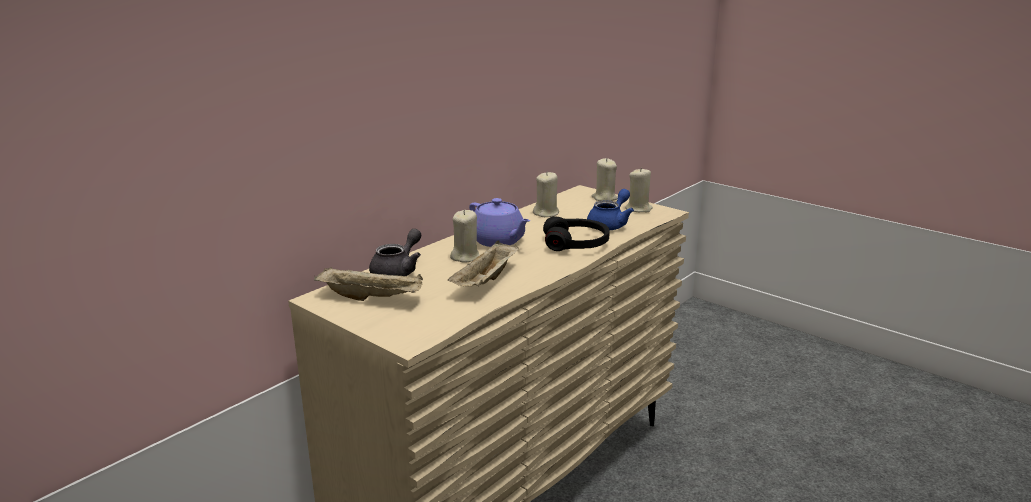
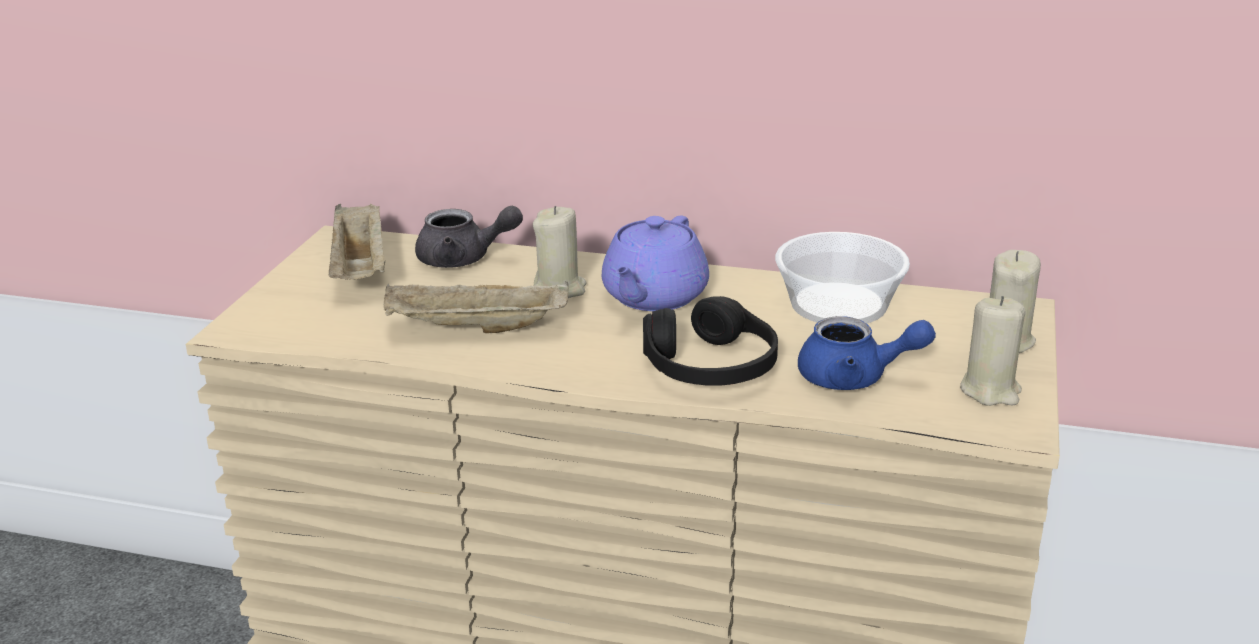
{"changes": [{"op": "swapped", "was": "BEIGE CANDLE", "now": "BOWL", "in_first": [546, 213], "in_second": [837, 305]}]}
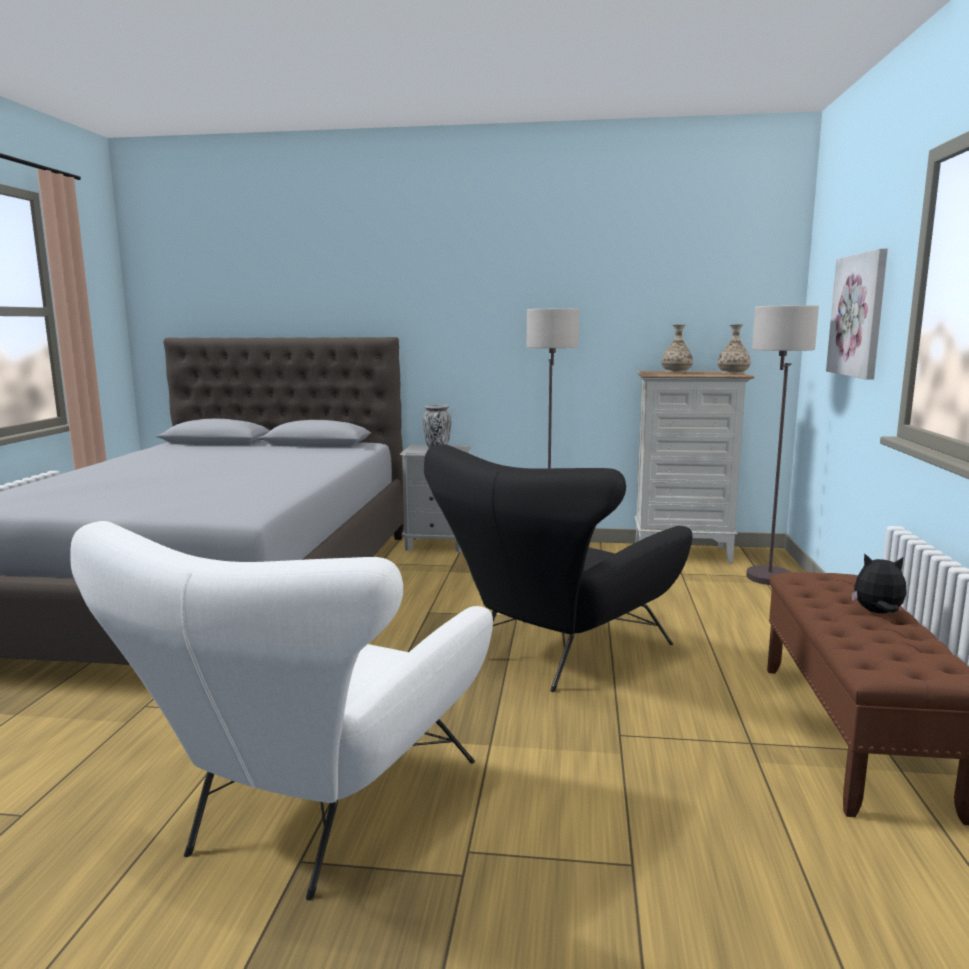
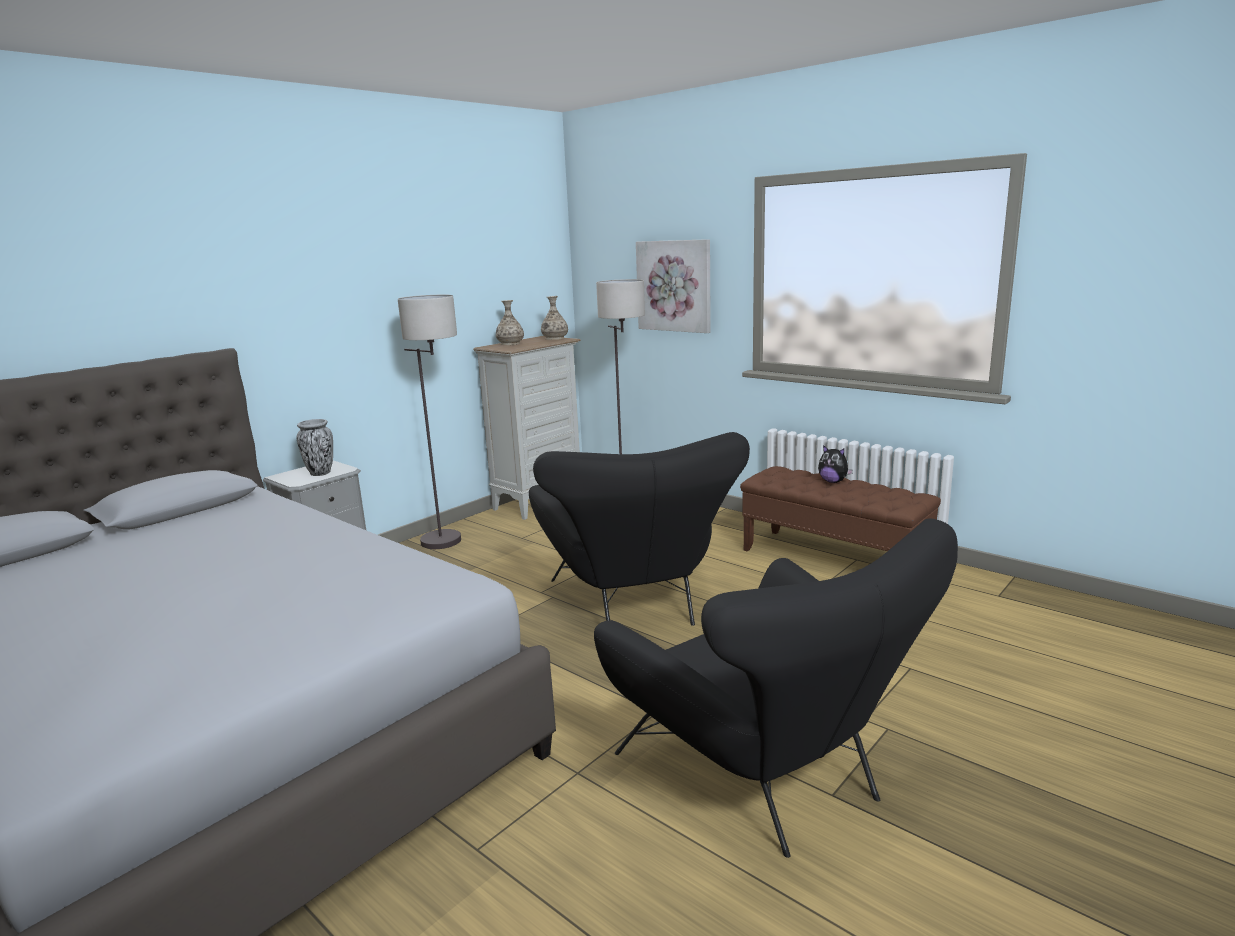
{"changes": [{"op": "repainted", "was": "WHITE ARMCHAIR", "now": "BLACK ARMCHAIR", "in_first": [309, 810], "in_second": [768, 776]}, {"op": "rotated", "was": "PLUSH TOY", "in_first": [877, 613], "in_second": [833, 481], "clockwise": -105}]}
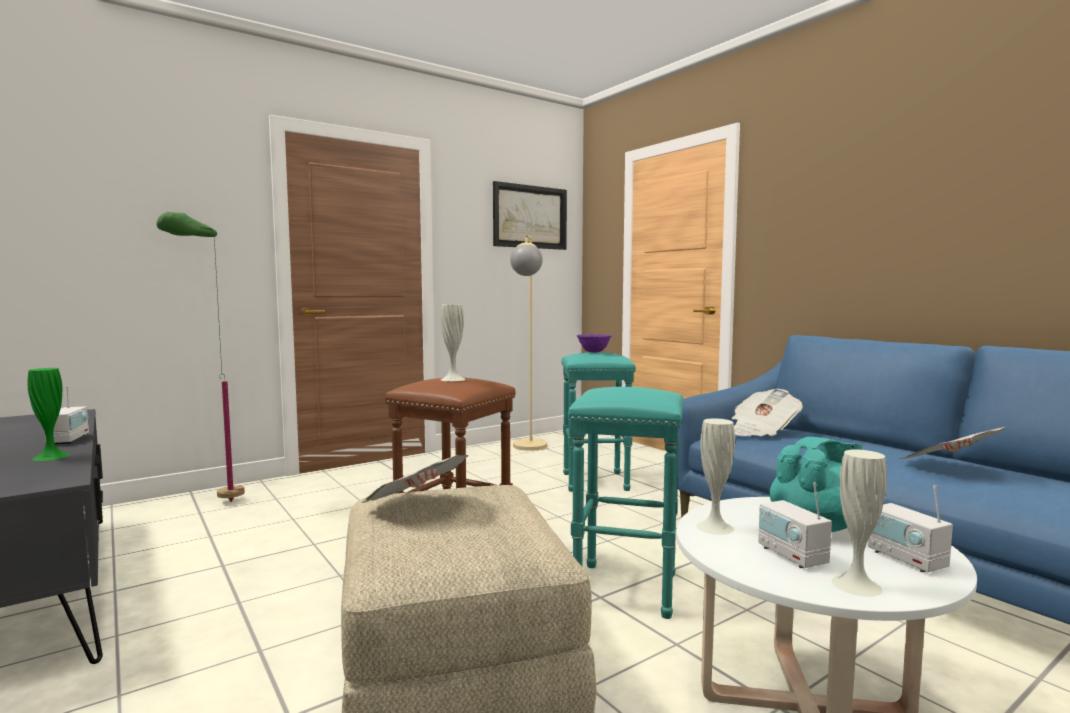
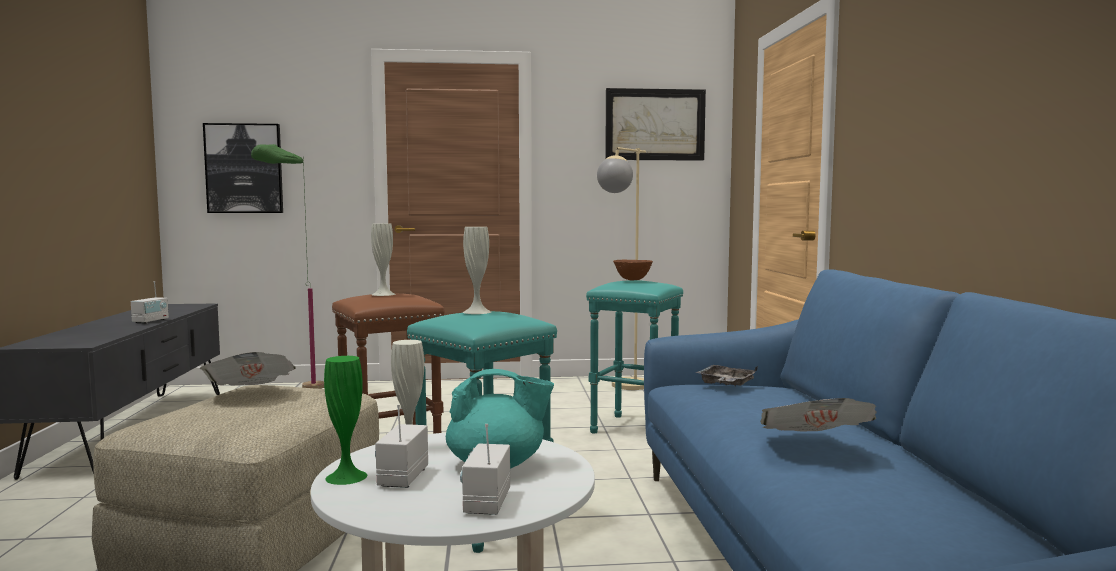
{"changes": [{"op": "repainted", "was": "PURPLE BOWL", "now": "BROWN BOWL", "in_first": [593, 352], "in_second": [632, 280]}, {"op": "shifted", "was": "GREEN VASE", "in_first": [51, 456], "in_second": [346, 477]}, {"op": "swapped", "was": "NEWSPAPER", "now": "GREY TRAY", "in_first": [762, 431], "in_second": [726, 384]}, {"op": "shifted", "was": "WHITE VASE", "in_first": [856, 585], "in_second": [477, 312]}, {"op": "new", "now": "PICTURE", "in_second": [244, 168]}]}
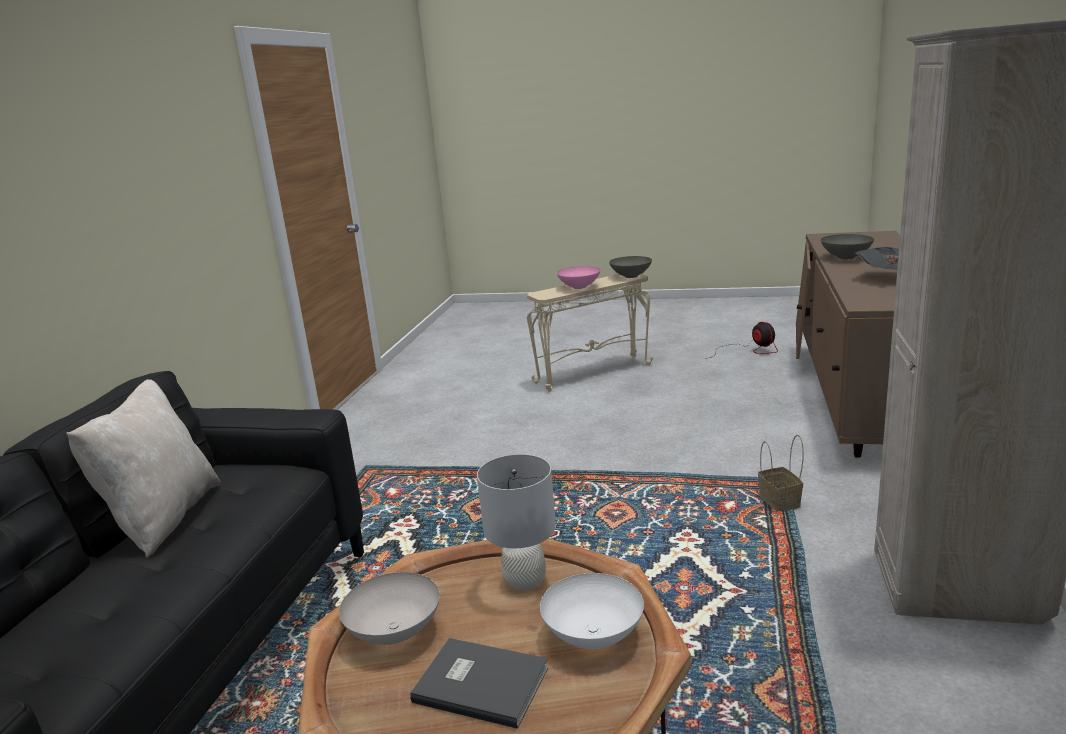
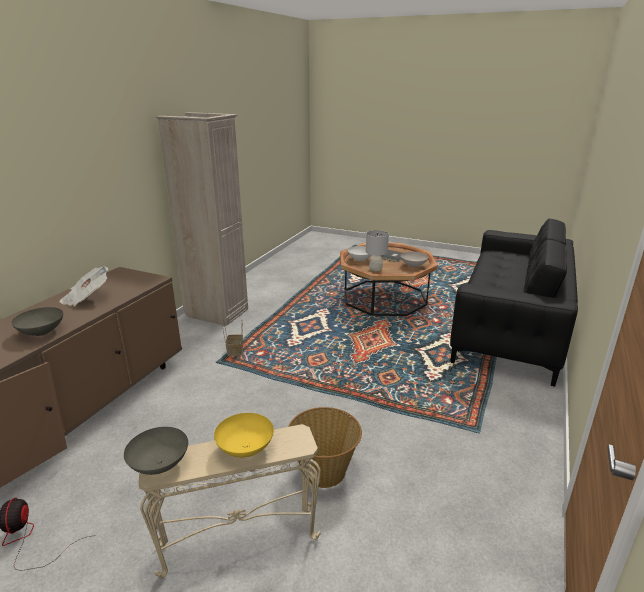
{"changes": [{"op": "repainted", "was": "PINK BOWL", "now": "YELLOW BOWL", "in_first": [578, 287], "in_second": [246, 449]}, {"op": "gone", "was": "BEIGE PILLOW", "in_first": [163, 519]}, {"op": "new", "now": "BASKET", "in_second": [324, 470]}]}
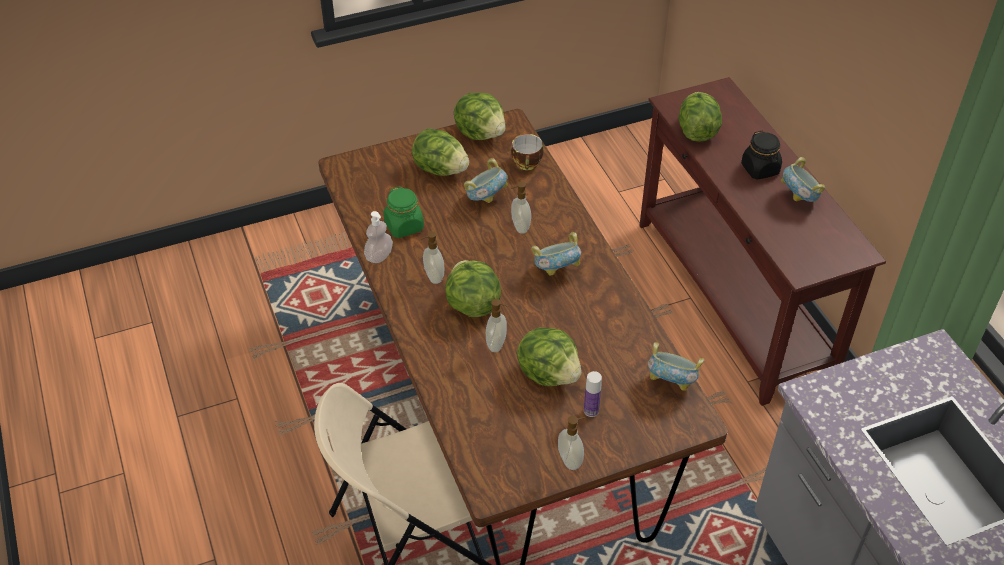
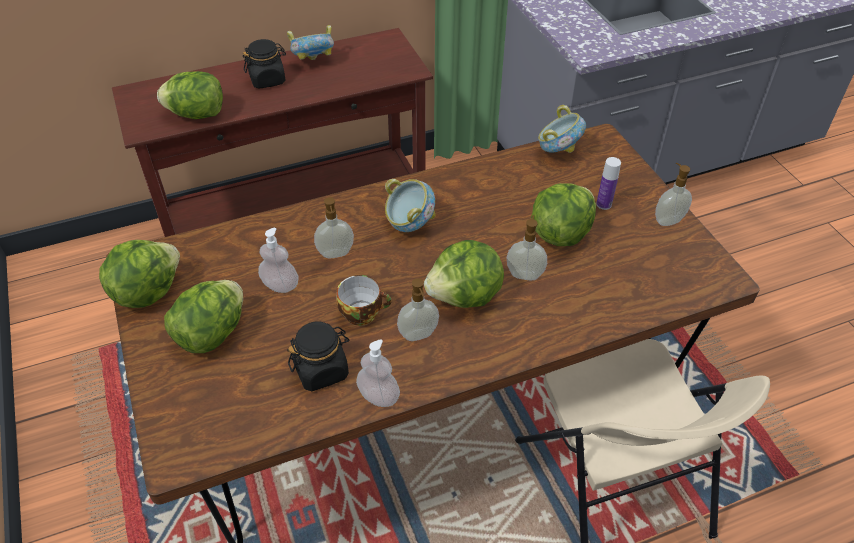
{"changes": [{"op": "shifted", "was": "CUP", "in_first": [527, 164], "in_second": [363, 313]}, {"op": "swapped", "was": "BOWL", "now": "SOAP DISPENSER", "in_first": [486, 199], "in_second": [280, 285]}, {"op": "repainted", "was": "GREEN JAR", "now": "BLACK JAR", "in_first": [404, 226], "in_second": [321, 370]}]}
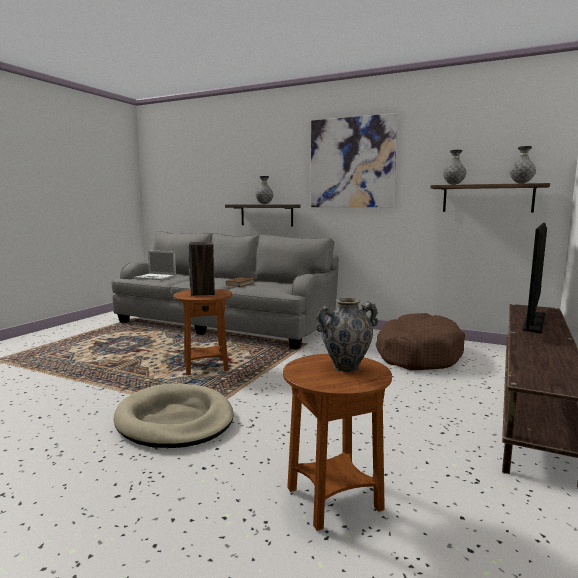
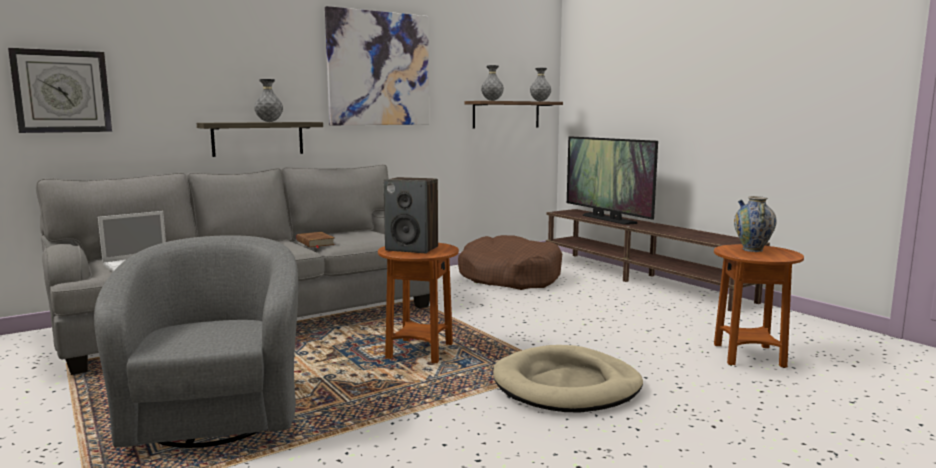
{"changes": [{"op": "new", "now": "WALL CLOCK", "in_second": [62, 91]}, {"op": "new", "now": "GREY ARMCHAIR", "in_second": [217, 414]}]}
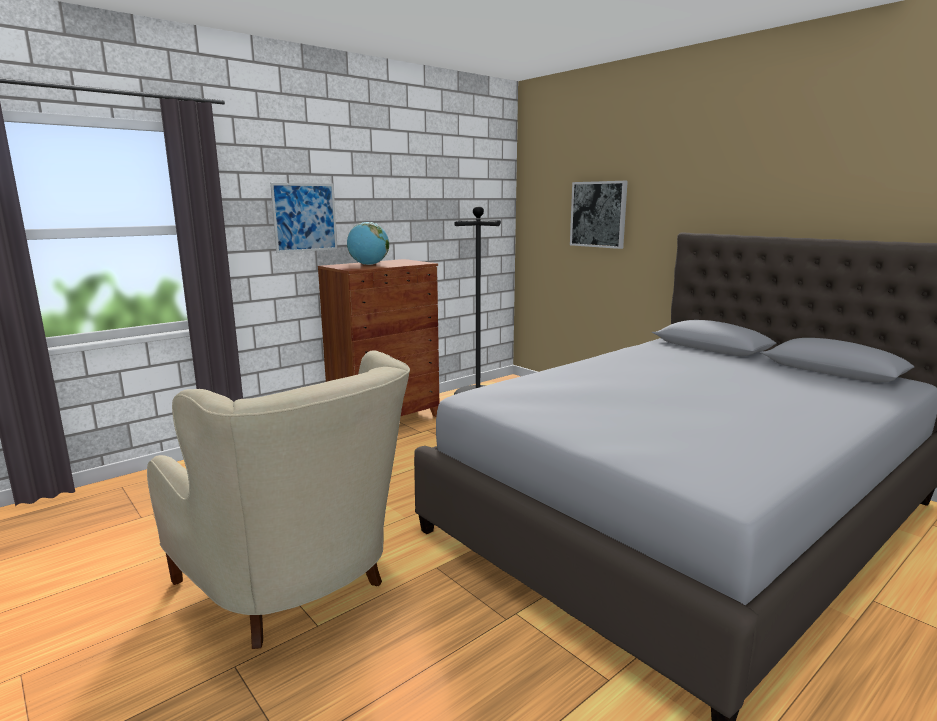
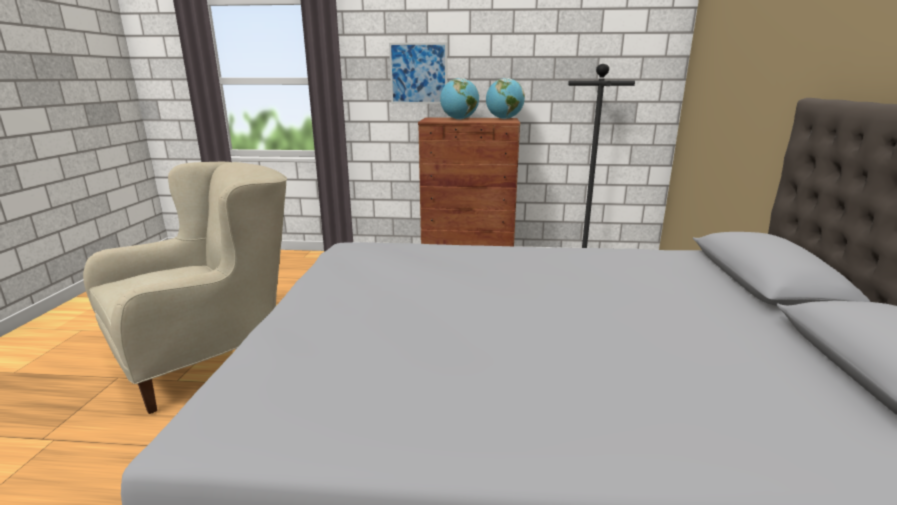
{"changes": [{"op": "gone", "was": "PICTURE", "in_first": [598, 214]}, {"op": "rotated", "was": "BEIGE ARMCHAIR", "in_first": [295, 588], "in_second": [212, 352], "clockwise": -135}, {"op": "new", "now": "GLOBE", "in_second": [504, 119]}]}
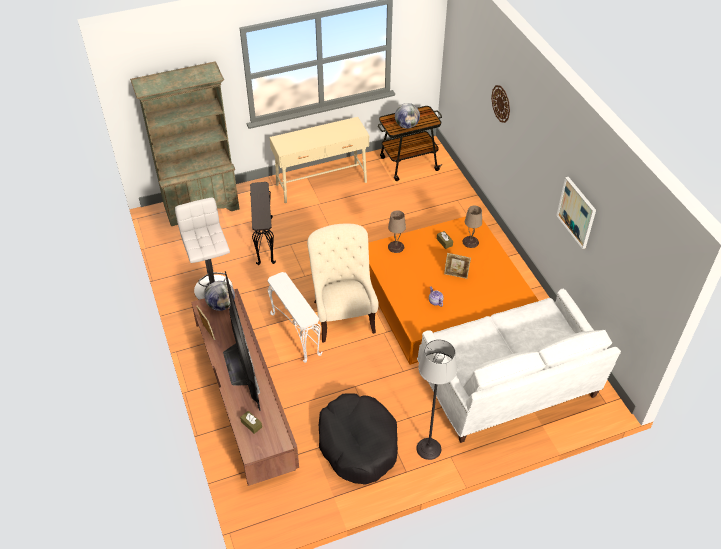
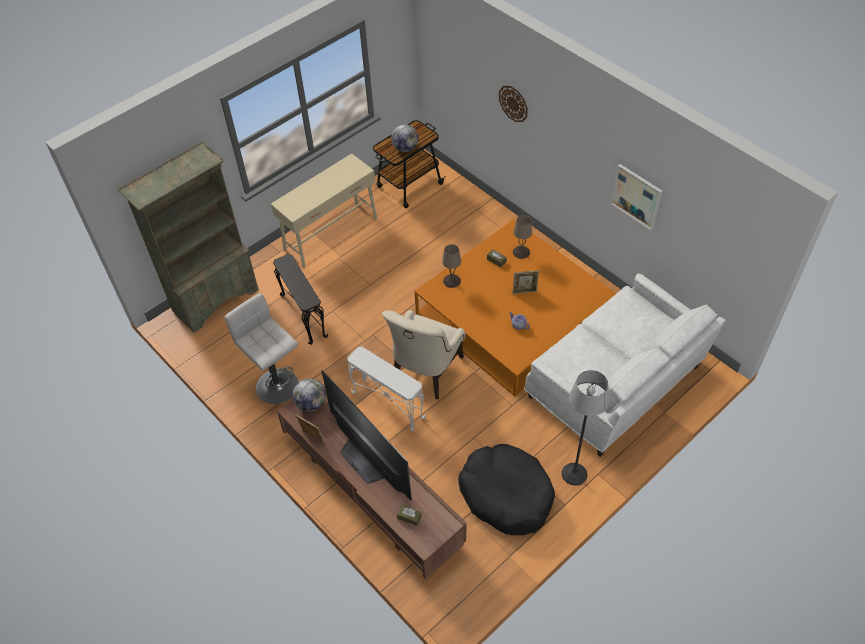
{"changes": [{"op": "rotated", "was": "BEIGE ARMCHAIR", "in_first": [343, 316], "in_second": [425, 369], "clockwise": -120}]}
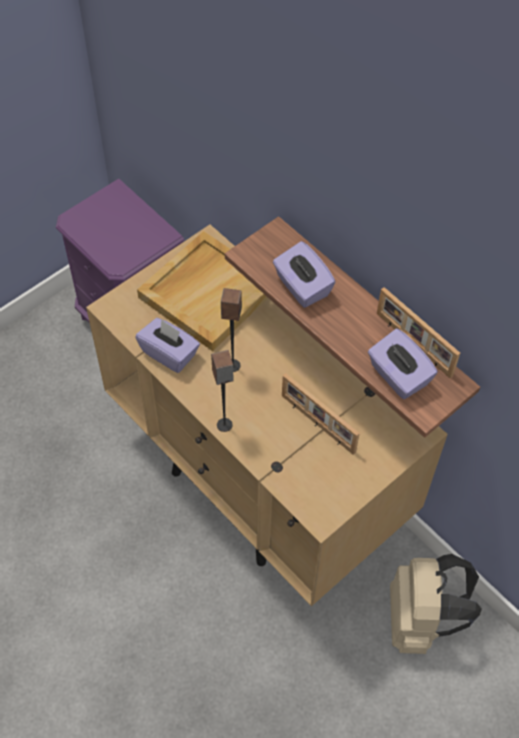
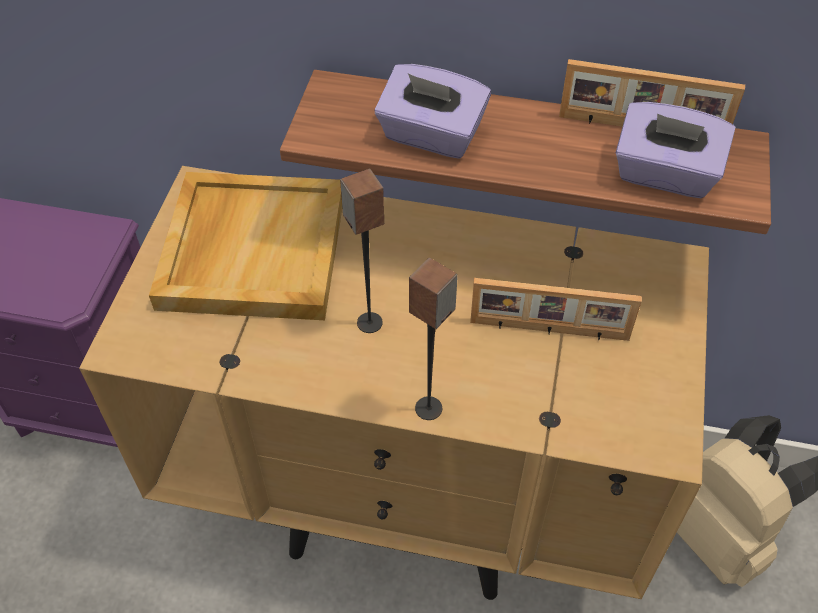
{"changes": [{"op": "gone", "was": "PURPLE TISSUE BOX", "in_first": [169, 353]}]}
